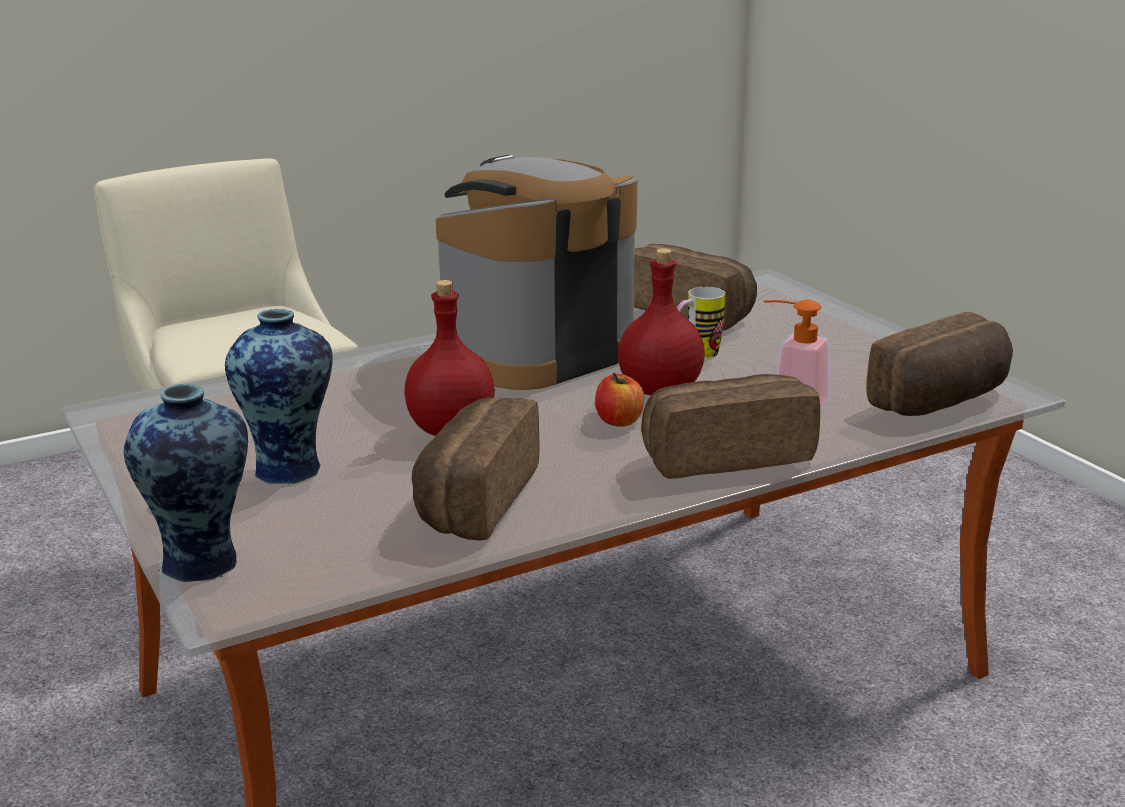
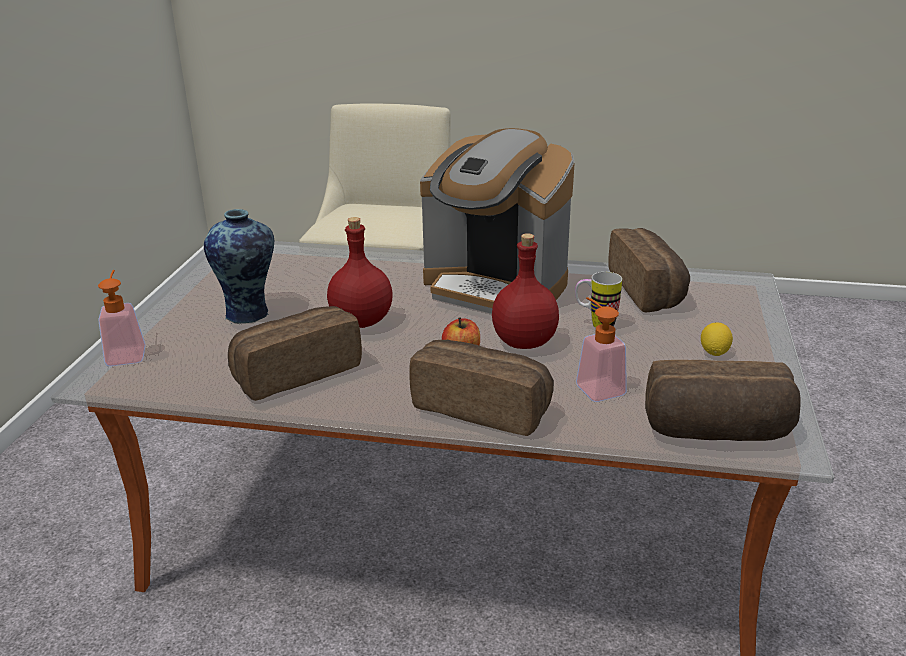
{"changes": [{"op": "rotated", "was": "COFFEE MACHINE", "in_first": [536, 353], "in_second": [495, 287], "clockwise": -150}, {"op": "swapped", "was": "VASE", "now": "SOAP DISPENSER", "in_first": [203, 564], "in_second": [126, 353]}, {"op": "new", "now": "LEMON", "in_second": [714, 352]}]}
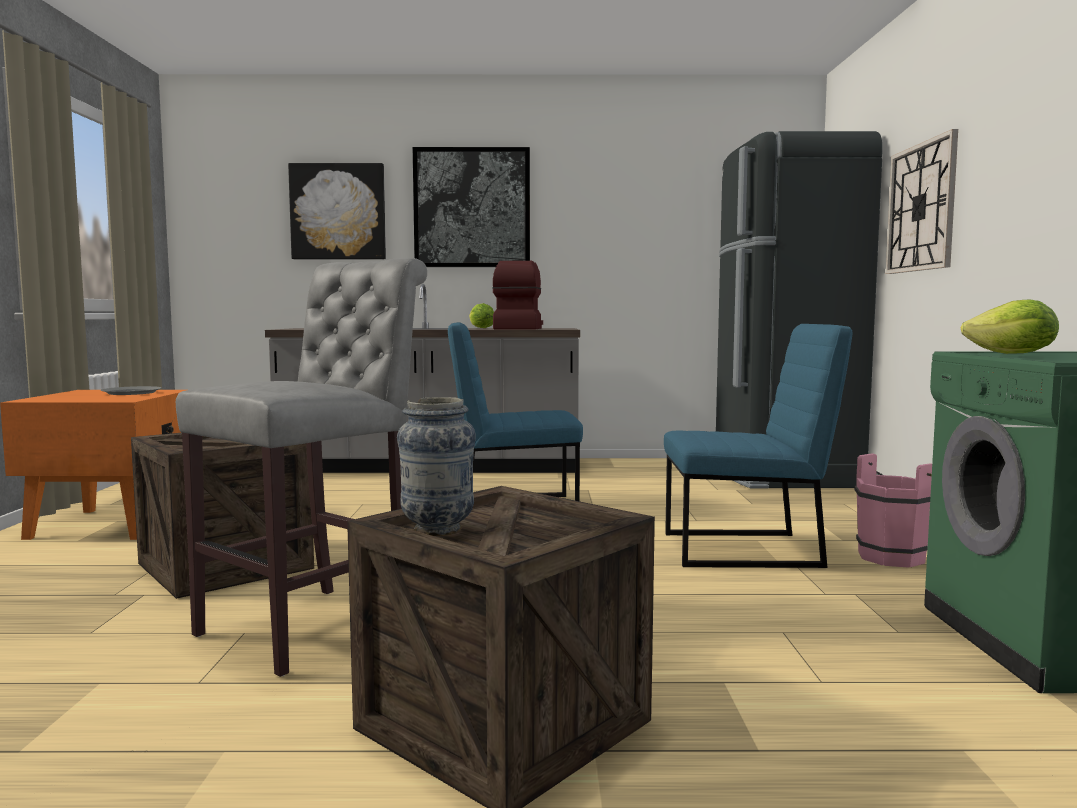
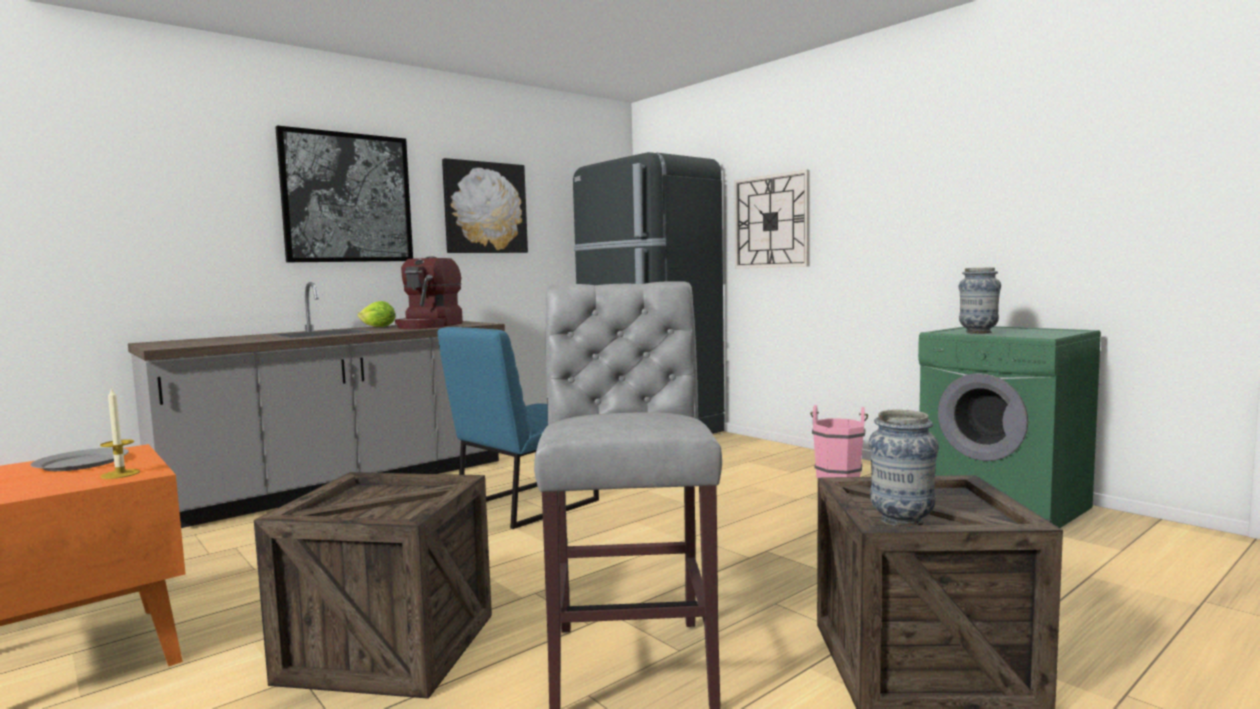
{"changes": [{"op": "shifted", "was": "PICTURE", "in_first": [338, 212], "in_second": [485, 208]}, {"op": "rotated", "was": "COFFEE MACHINE", "in_first": [518, 328], "in_second": [430, 326], "clockwise": -135}, {"op": "swapped", "was": "LETTUCE", "now": "VASE", "in_first": [1013, 354], "in_second": [978, 332]}, {"op": "gone", "was": "BLUE CHAIR", "in_first": [746, 550]}, {"op": "new", "now": "CANDLE", "in_second": [120, 474]}]}
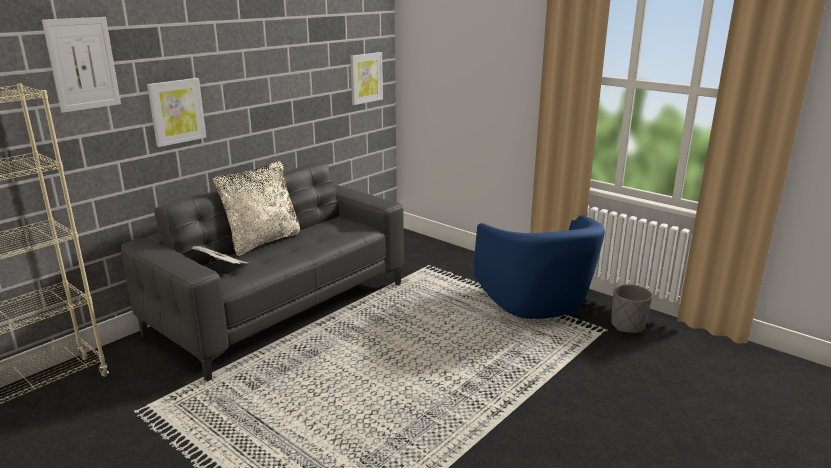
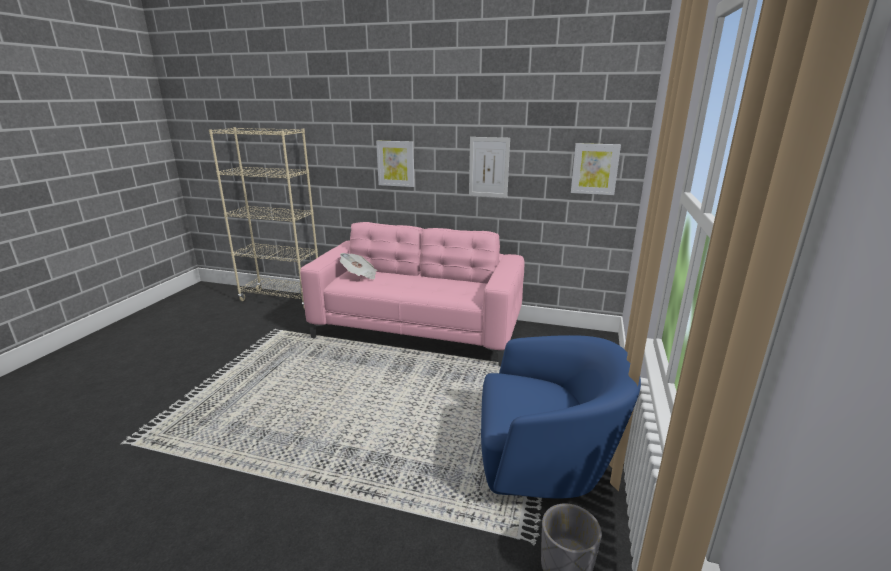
{"changes": [{"op": "shifted", "was": "PICTURE", "in_first": [83, 64], "in_second": [489, 167]}, {"op": "gone", "was": "BEIGE PILLOW", "in_first": [264, 242]}, {"op": "repainted", "was": "GREY SOFA", "now": "PINK SOFA", "in_first": [281, 308], "in_second": [418, 330]}, {"op": "rotated", "was": "BLUE ARMCHAIR", "in_first": [535, 304], "in_second": [544, 463], "clockwise": -135}]}
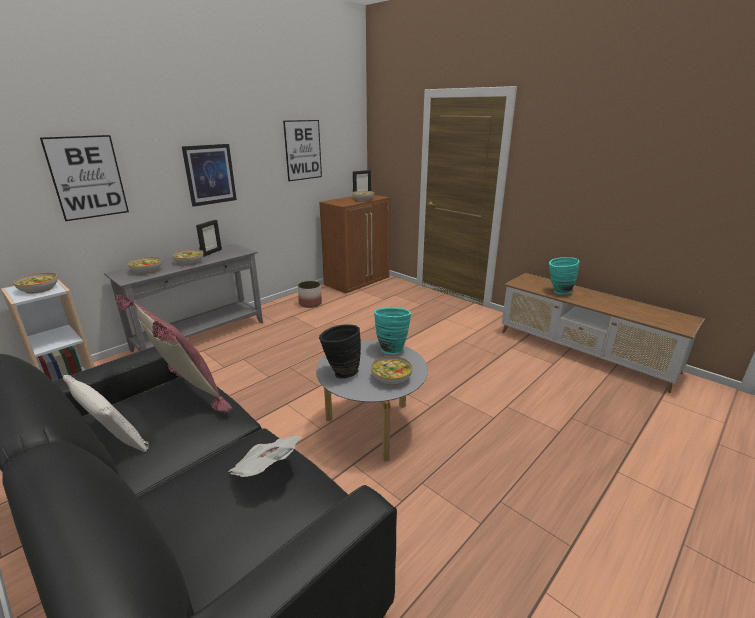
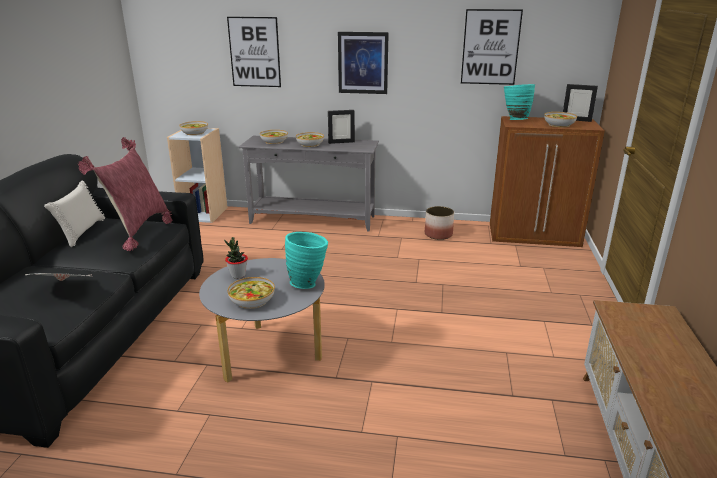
{"changes": [{"op": "shifted", "was": "TURQUOISE VASE", "in_first": [558, 292], "in_second": [515, 119]}, {"op": "swapped", "was": "BLACK VASE", "now": "POTTED PLANT", "in_first": [341, 372], "in_second": [238, 275]}]}
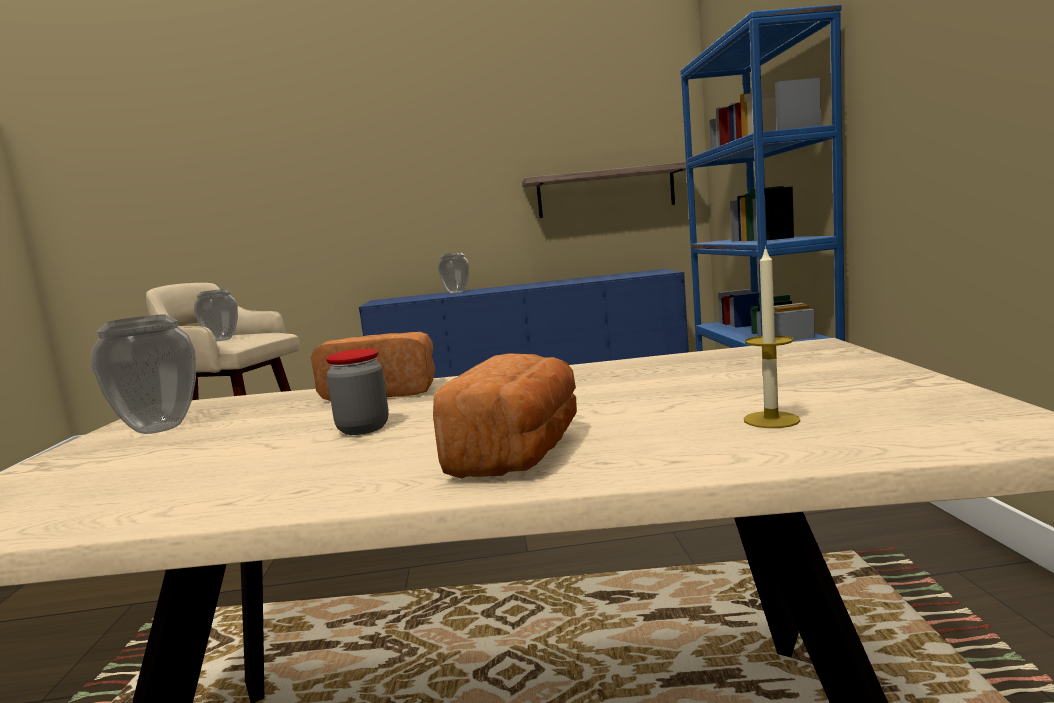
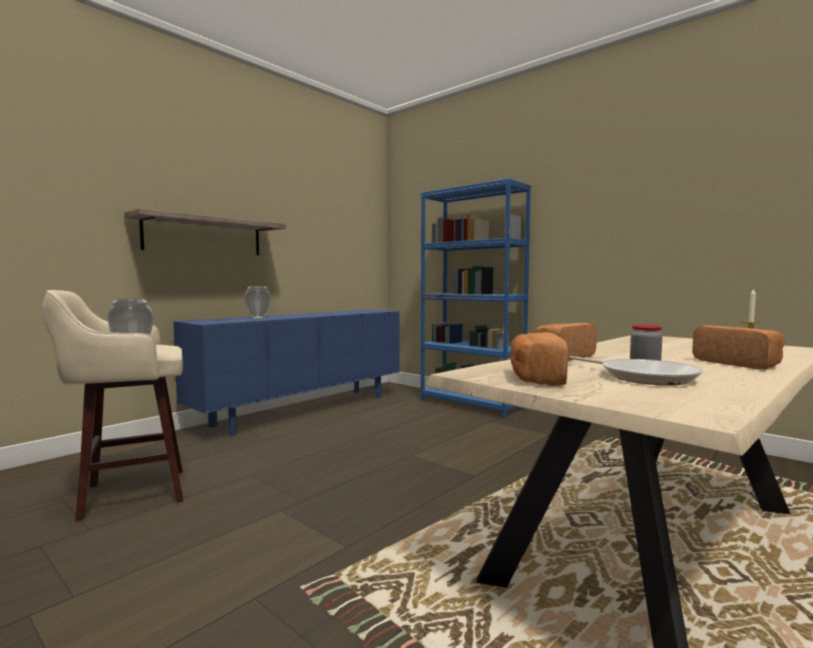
{"changes": [{"op": "shifted", "was": "SHELF", "in_first": [606, 192], "in_second": [204, 236]}, {"op": "swapped", "was": "VASE", "now": "BREAD", "in_first": [161, 428], "in_second": [535, 378]}, {"op": "new", "now": "FRYING PAN", "in_second": [643, 377]}]}
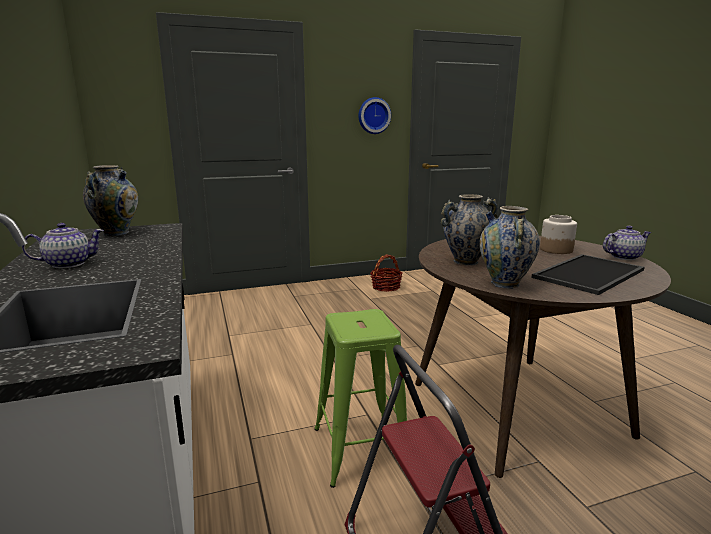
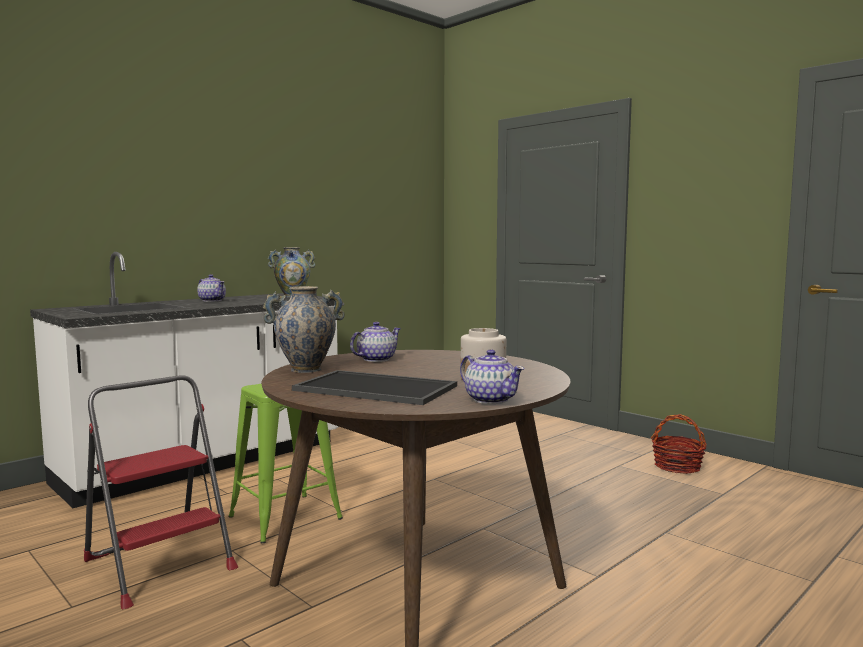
{"changes": [{"op": "gone", "was": "WALL CLOCK", "in_first": [373, 115]}, {"op": "swapped", "was": "VASE", "now": "TEAPOT", "in_first": [465, 262], "in_second": [375, 359]}]}
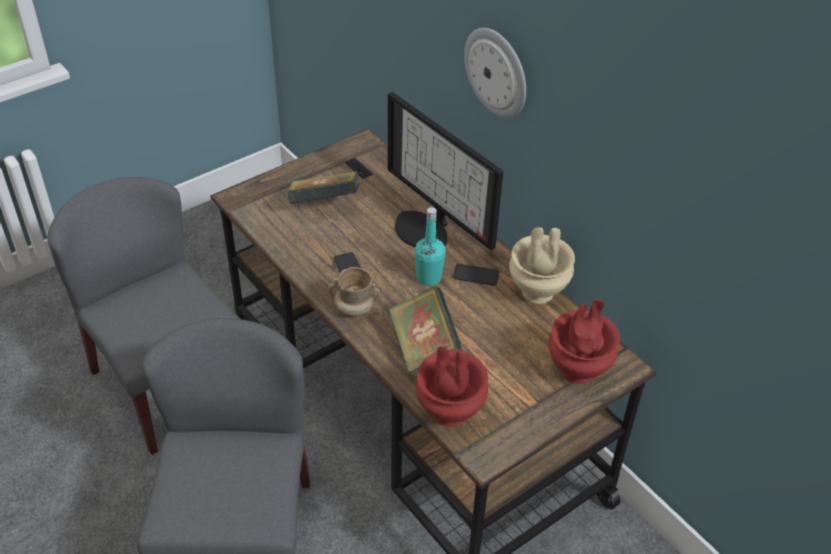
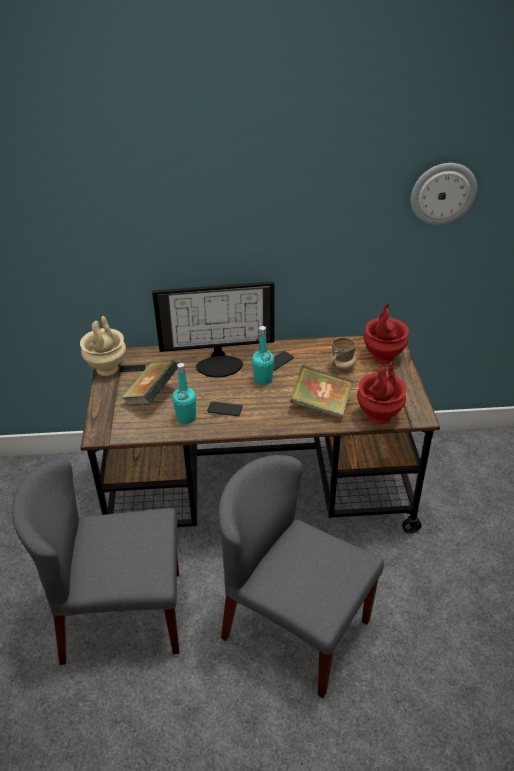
{"changes": [{"op": "shifted", "was": "WALL CLOCK", "in_first": [497, 72], "in_second": [443, 193]}, {"op": "shifted", "was": "BEIGE VASE", "in_first": [537, 292], "in_second": [107, 369]}, {"op": "shifted", "was": "BEIGE MUG", "in_first": [354, 309], "in_second": [342, 367]}, {"op": "new", "now": "TURQUOISE BOTTLE", "in_second": [186, 418]}]}
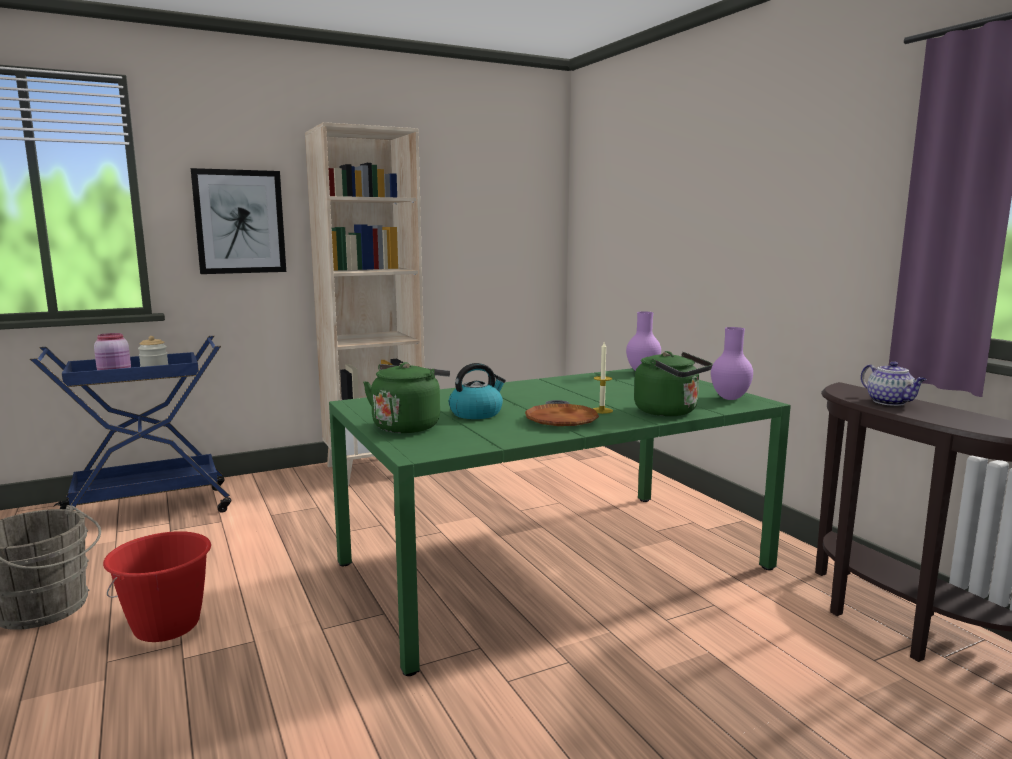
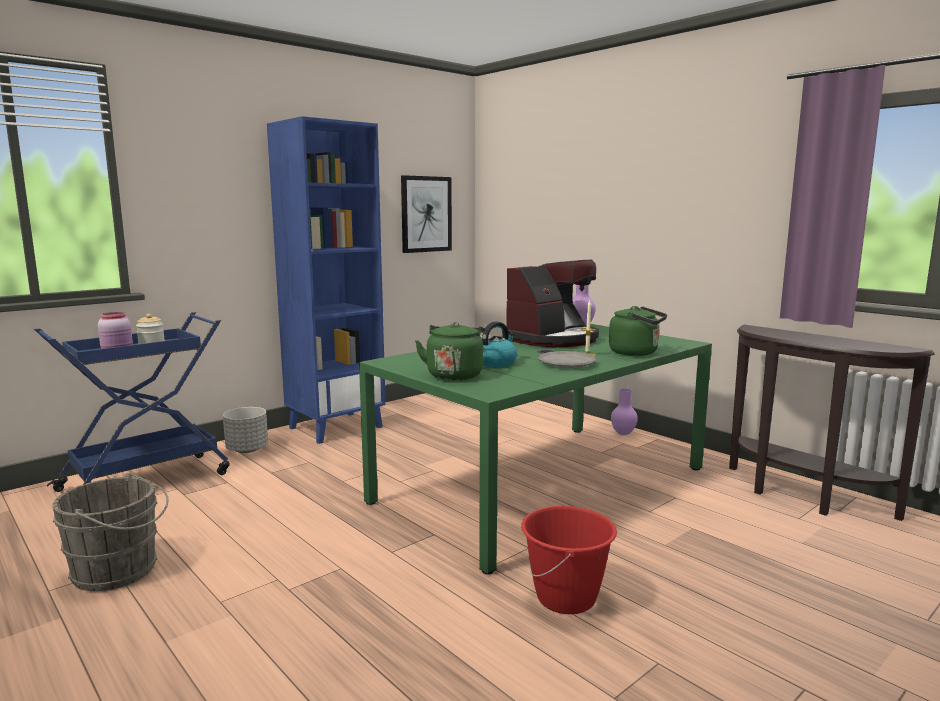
{"changes": [{"op": "repainted", "was": "BEIGE BOOKCASE", "now": "BLUE BOOKCASE", "in_first": [375, 469], "in_second": [336, 427]}, {"op": "shifted", "was": "PICTURE", "in_first": [240, 222], "in_second": [426, 214]}, {"op": "shifted", "was": "PURPLE VASE", "in_first": [729, 398], "in_second": [622, 434]}, {"op": "gone", "was": "TEAPOT", "in_first": [890, 402]}, {"op": "repainted", "was": "BROWN PLATE", "now": "GREY PLATE", "in_first": [561, 420], "in_second": [567, 363]}, {"op": "shifted", "was": "RED BUCKET", "in_first": [167, 626], "in_second": [566, 598]}, {"op": "new", "now": "COFFEE MACHINE", "in_second": [553, 339]}, {"op": "new", "now": "GREY PLANTER", "in_second": [247, 449]}]}
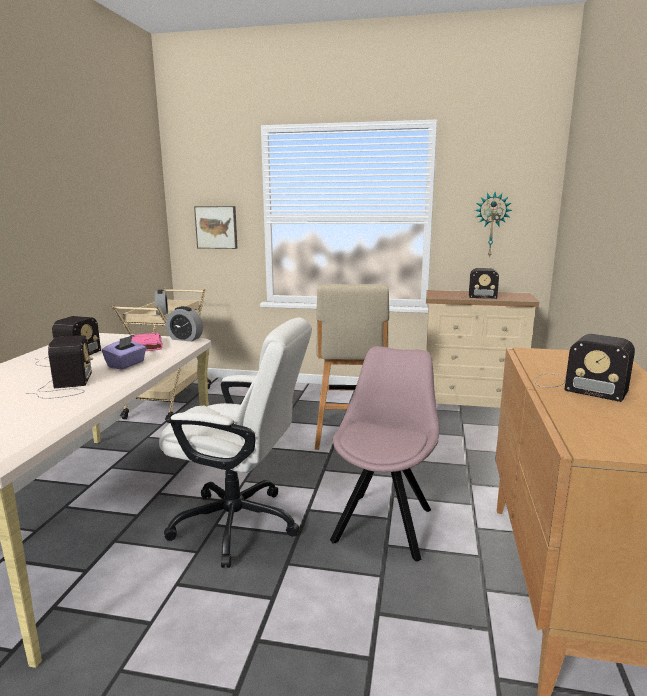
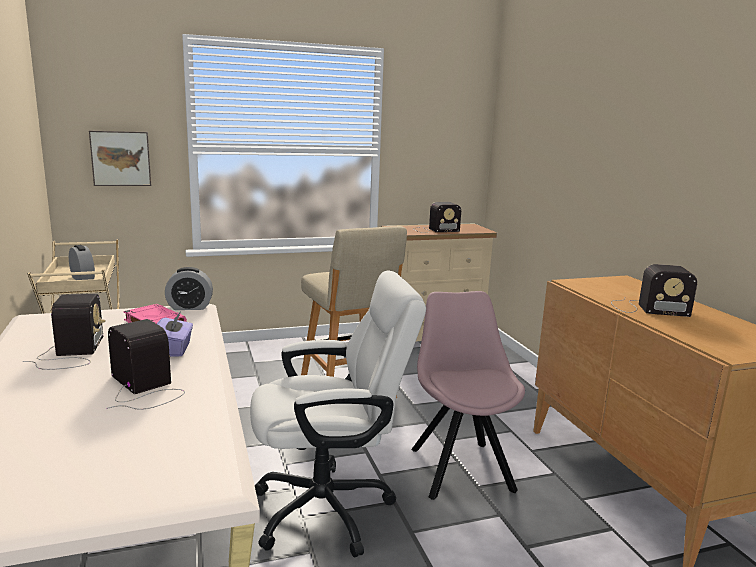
{"changes": [{"op": "gone", "was": "WALL CLOCK", "in_first": [491, 225]}]}
